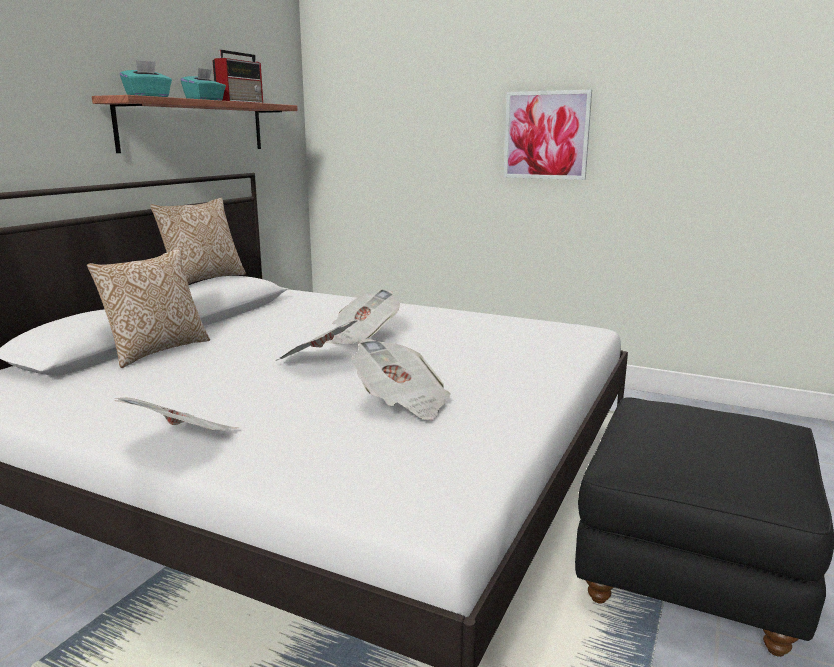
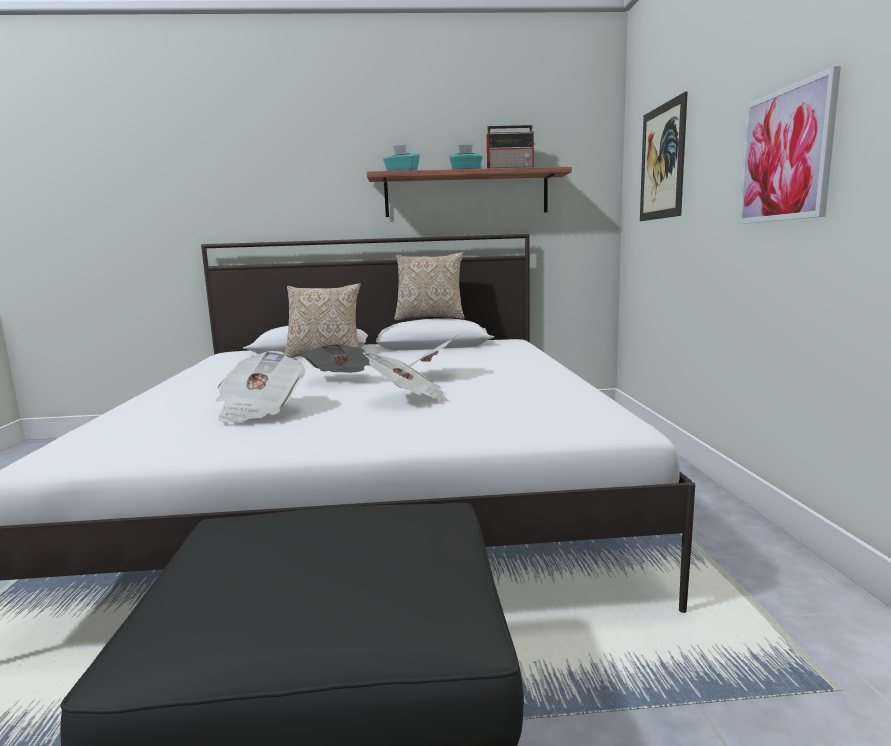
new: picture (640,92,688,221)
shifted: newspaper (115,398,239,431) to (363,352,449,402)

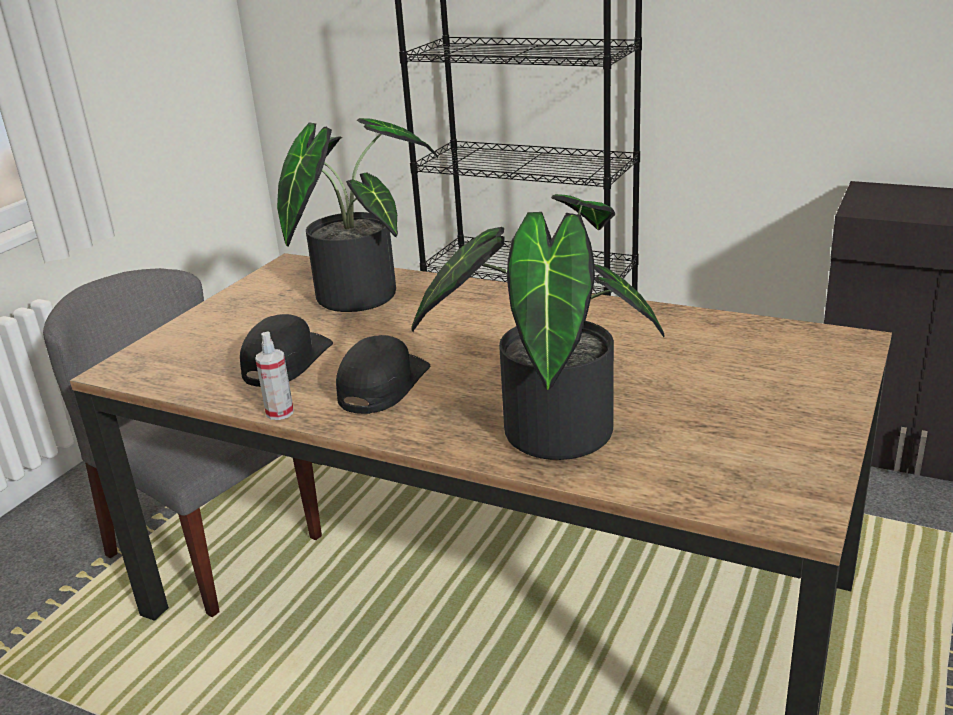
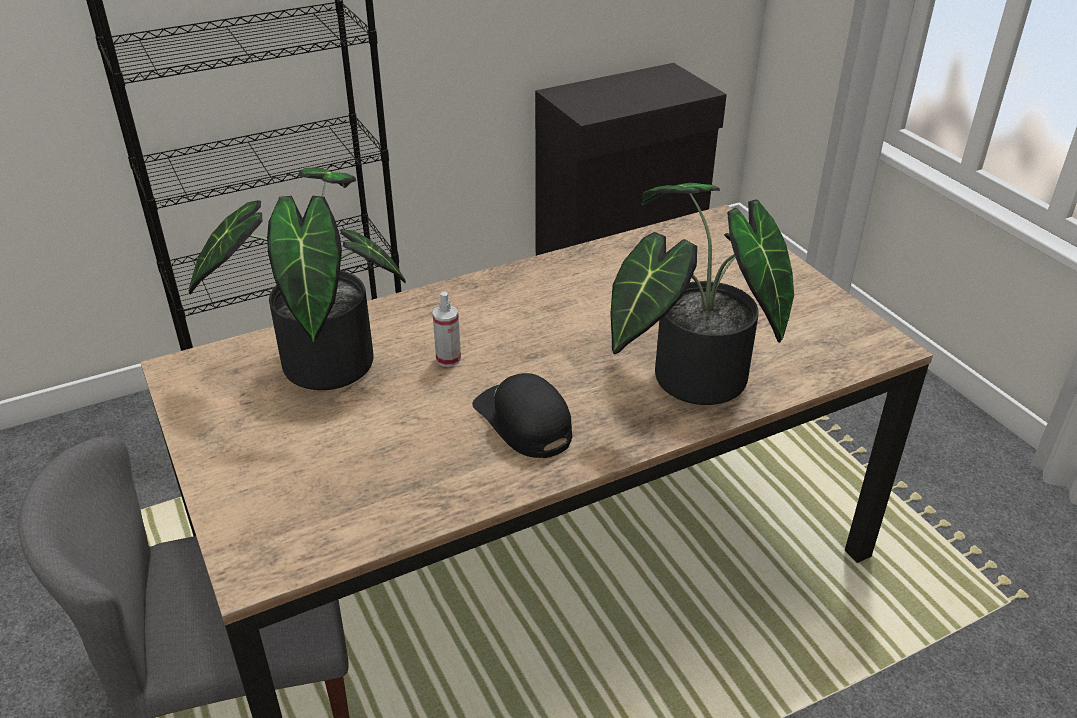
gone: black cap (240,314,333,387)
shifted: spray bottle (255,332,294,420) to (433,292,461,367)

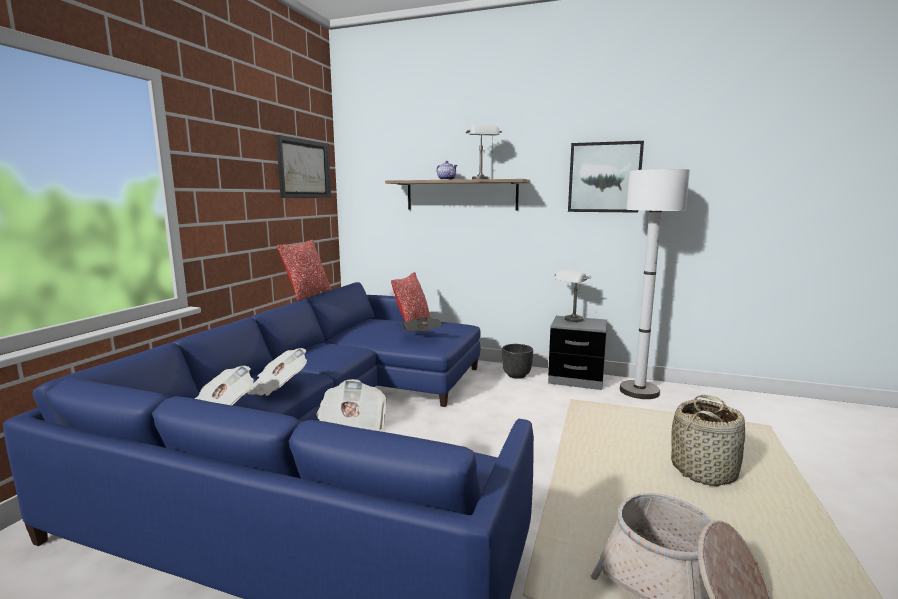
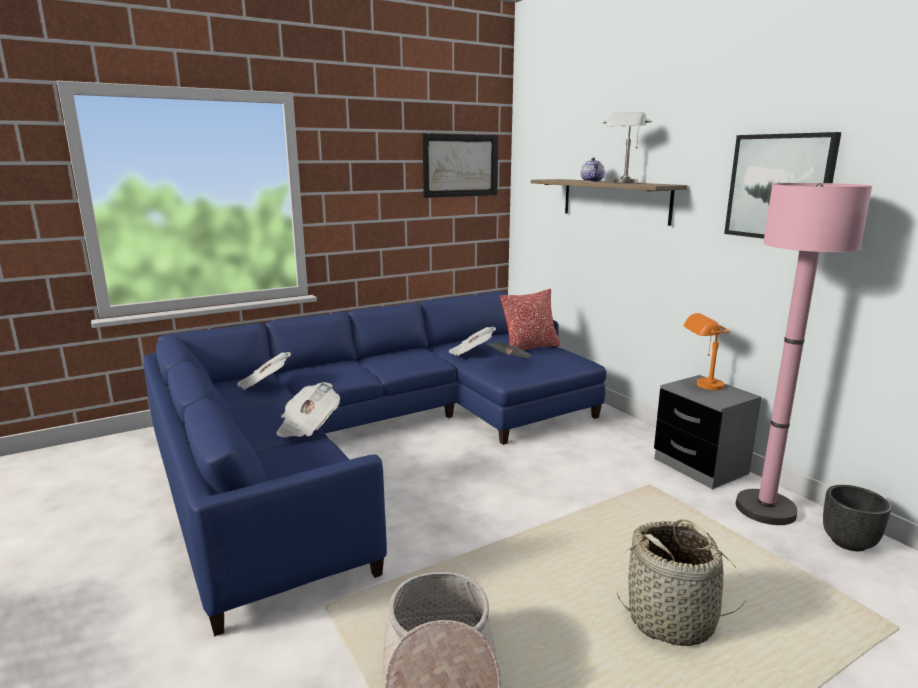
gone: pillow (277,240,331,301)
shifted: black planter (502,344,533,379) to (823,485,891,551); newspaper (247,348,307,396) to (448,327,496,356)
repainted: white floor lamp (620,169,690,399) to pink floor lamp (736,183,872,525); grey table lamp (555,269,592,322) to orange table lamp (684,313,730,390)

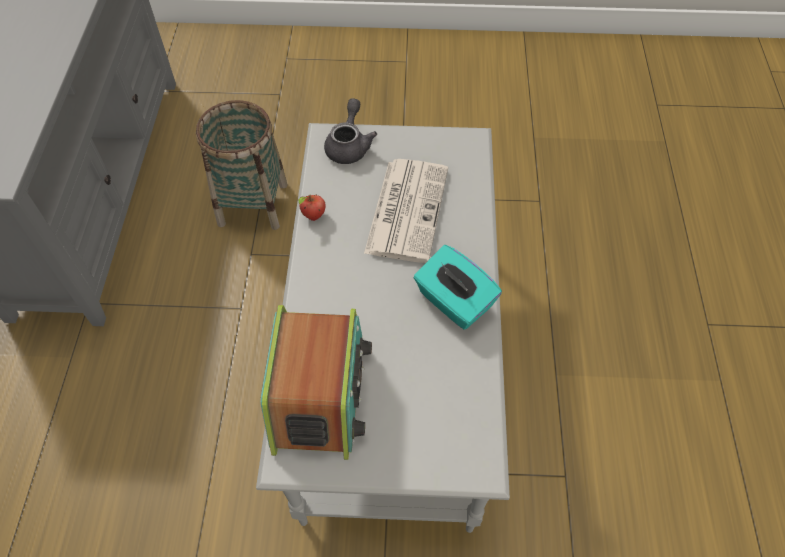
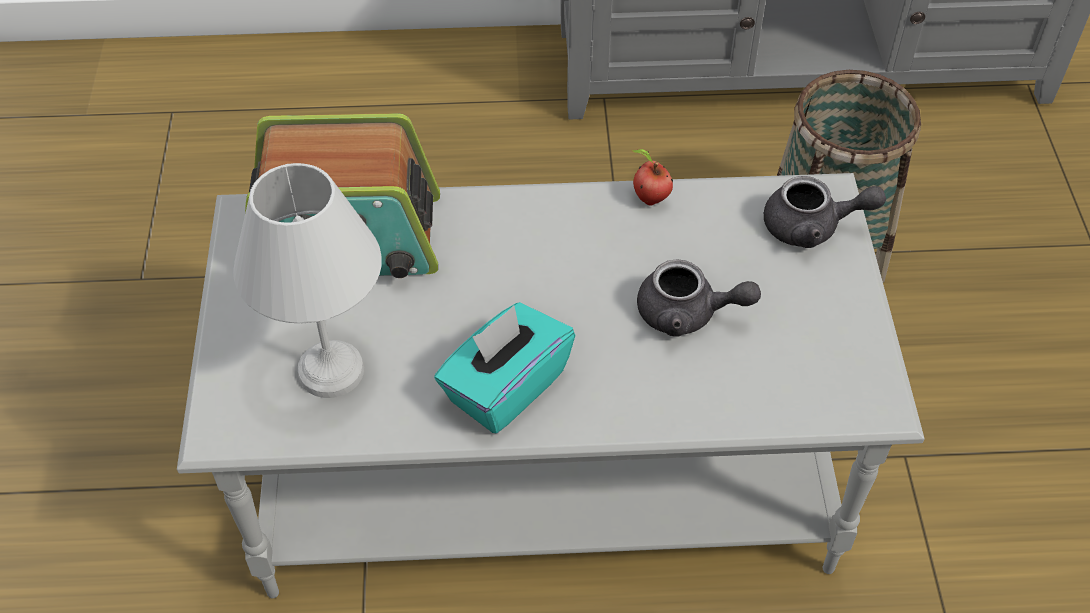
new: white table lamp (233,163,382,398)
swapped: newspaper (364,159,448,263) to grey teapot (637,260,761,337)

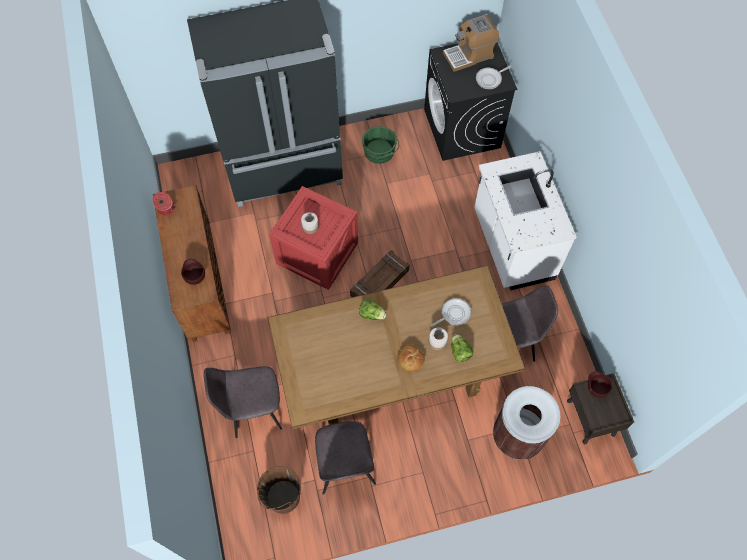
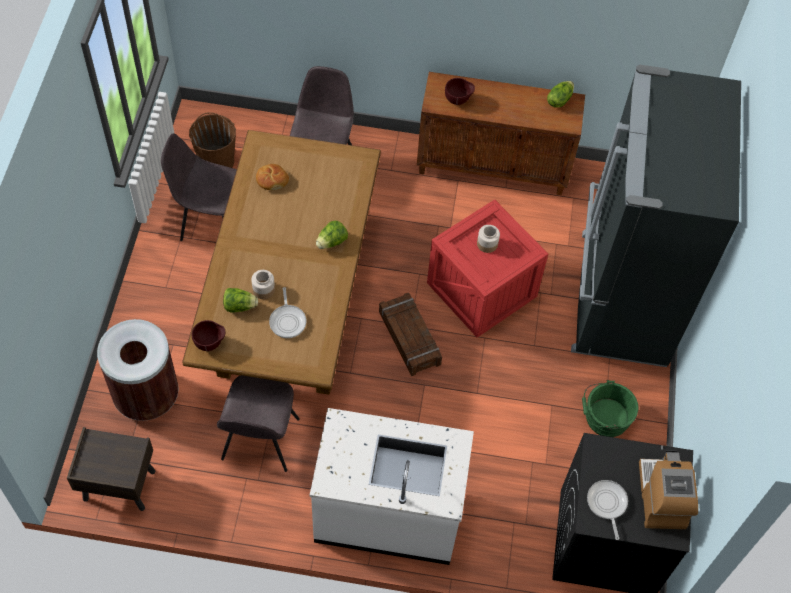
shifted: bread (397,344,425,372) to (256,164,289,190); brown bowl (588,371,612,398) to (192,320,225,351)
swapped: cooking pot (152,192,176,215) to lettuce (547,81,574,108)

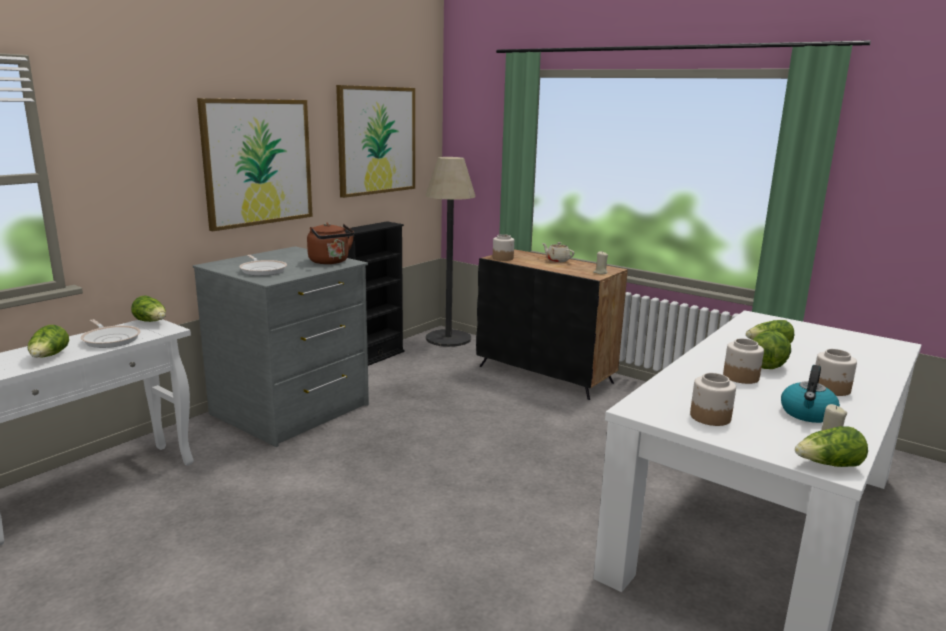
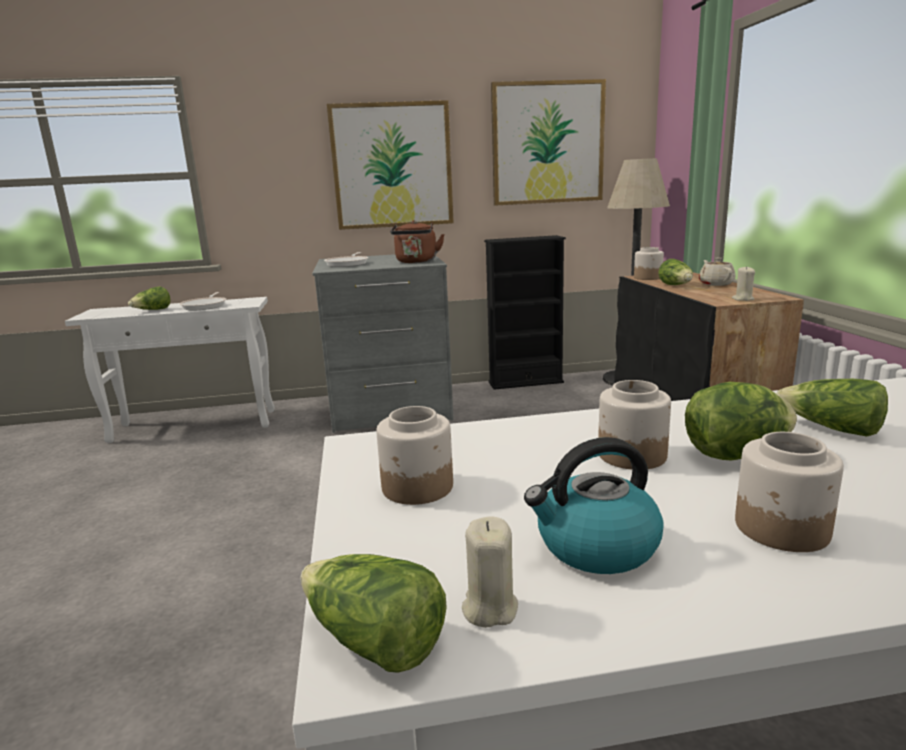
shifted: lettuce (131,295,166,322) to (658,259,693,285)

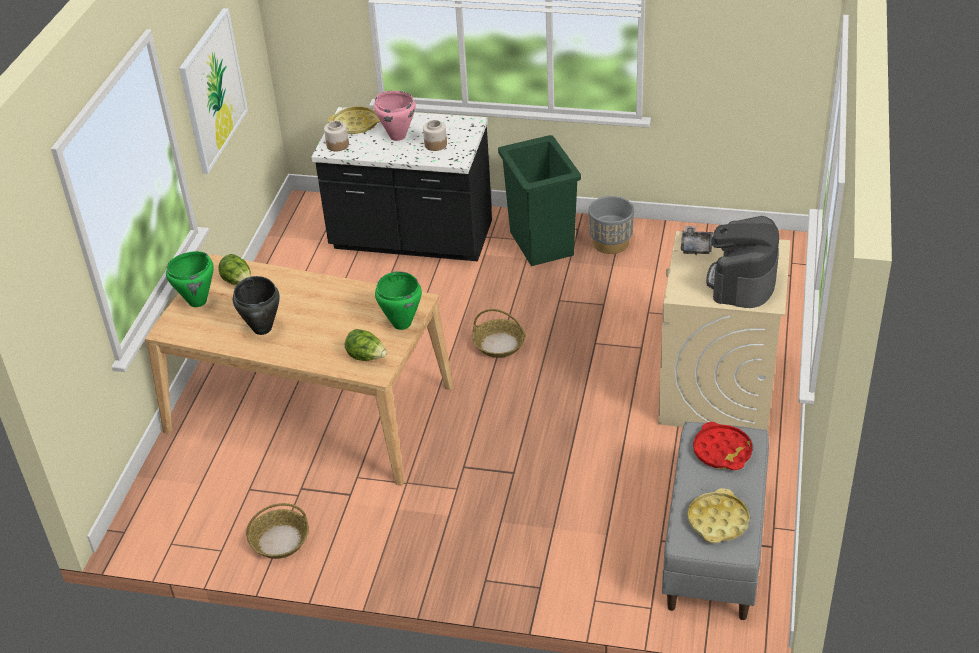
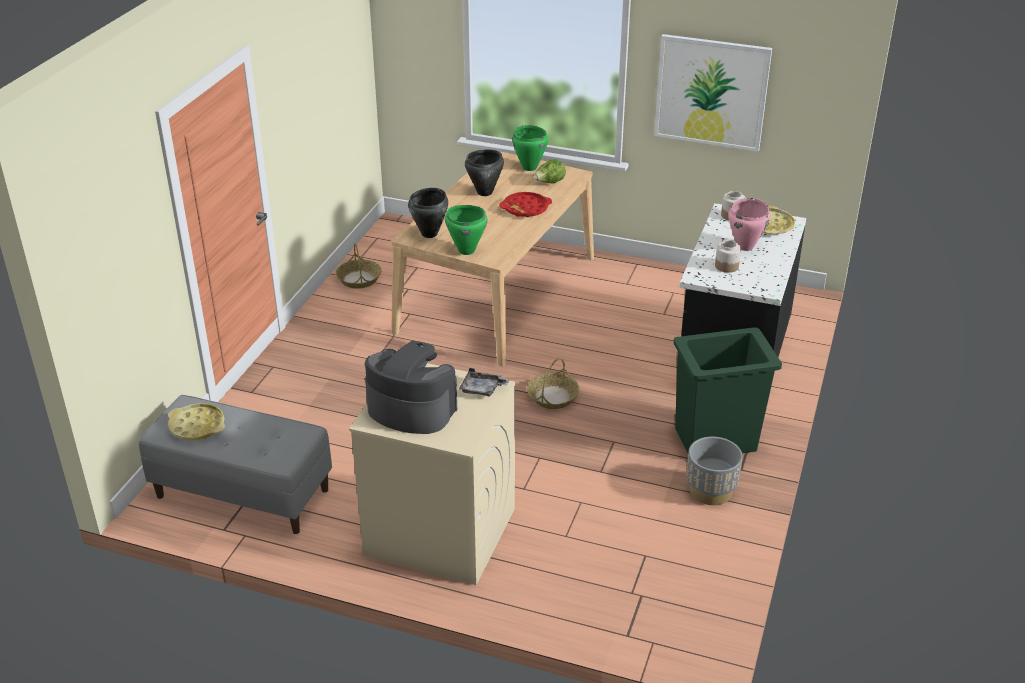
shifted: red tray (693,422,753,470) to (499,192,552,217)
swapped: lettuce (345,329,387,361) to black cooking pot (408,188,448,238)

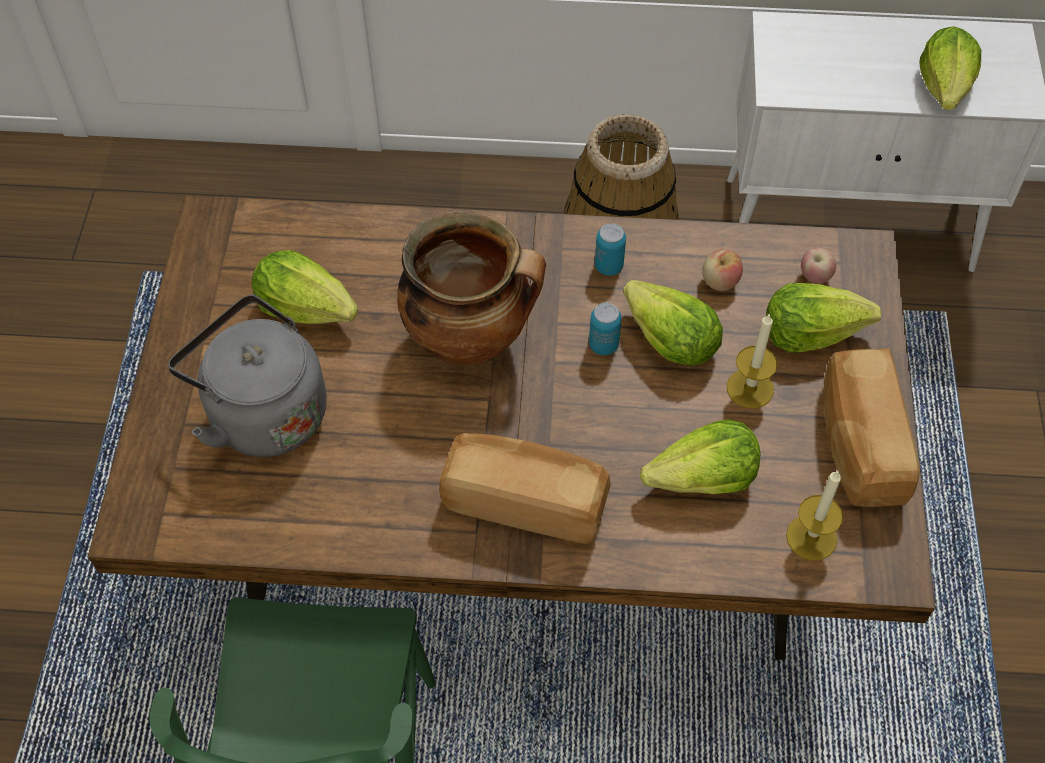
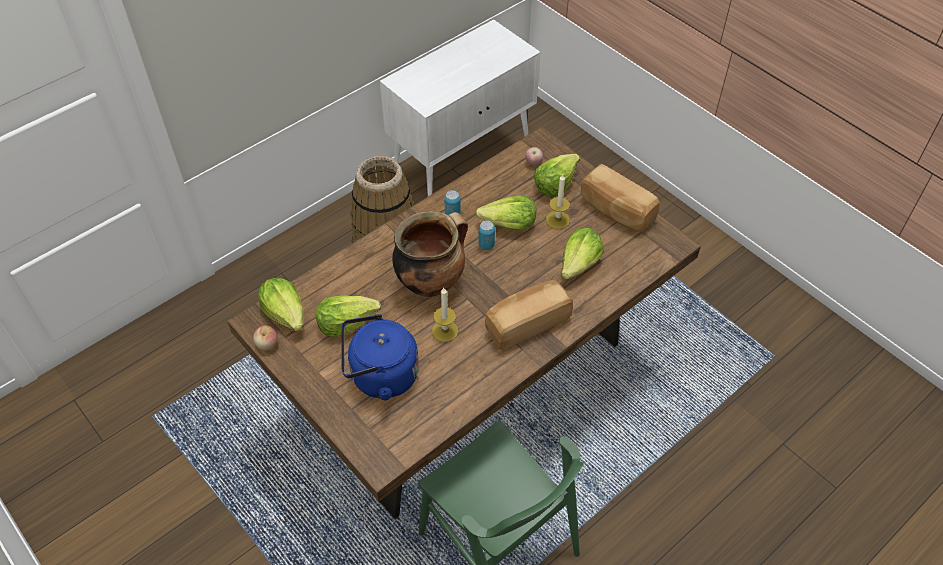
shifted: lettuce (919,26,981,110) to (258,278,303,331); apple (702,249,743,291) to (253,325,278,351); candle (786,471,843,561) to (432,287,458,342)
repainted: grey kettle (168,294,327,457) to blue kettle (341,314,419,401)

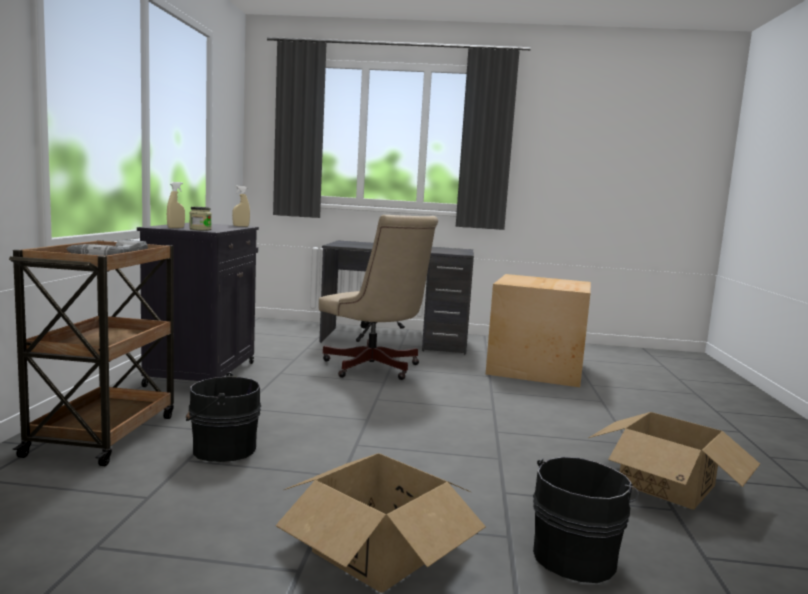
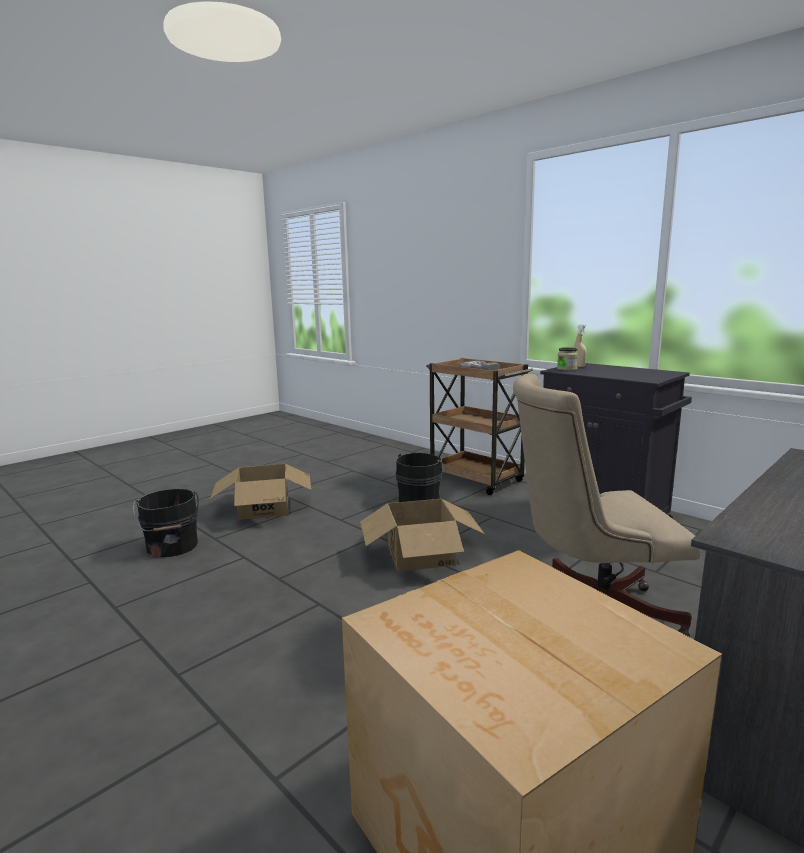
gone: beige spray bottle (232,185,250,227)
shifted: cardboard box (589,412,760,510) to (360,499,485,571)

